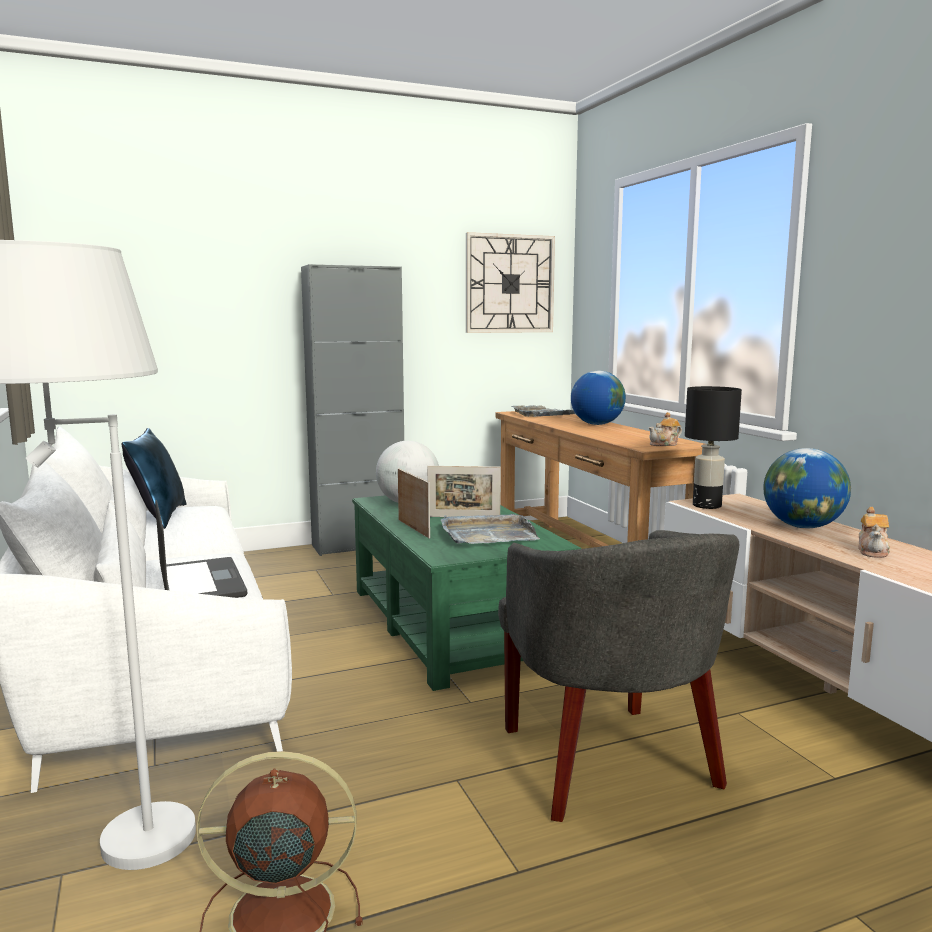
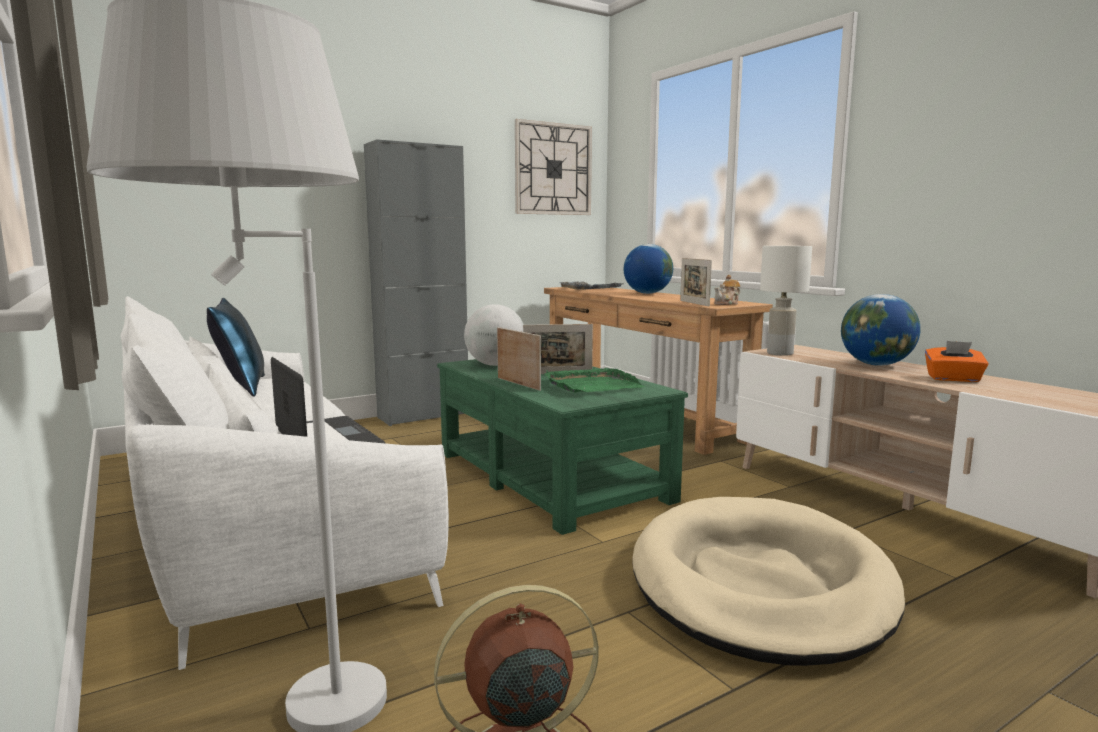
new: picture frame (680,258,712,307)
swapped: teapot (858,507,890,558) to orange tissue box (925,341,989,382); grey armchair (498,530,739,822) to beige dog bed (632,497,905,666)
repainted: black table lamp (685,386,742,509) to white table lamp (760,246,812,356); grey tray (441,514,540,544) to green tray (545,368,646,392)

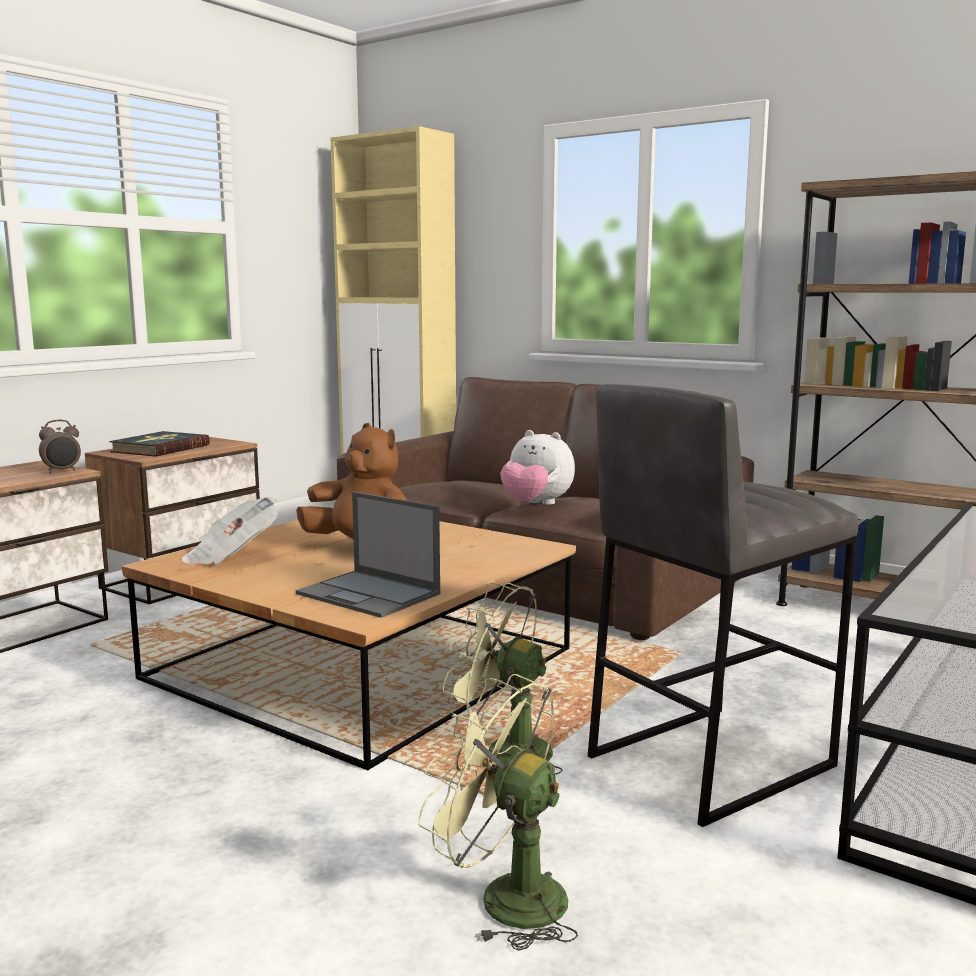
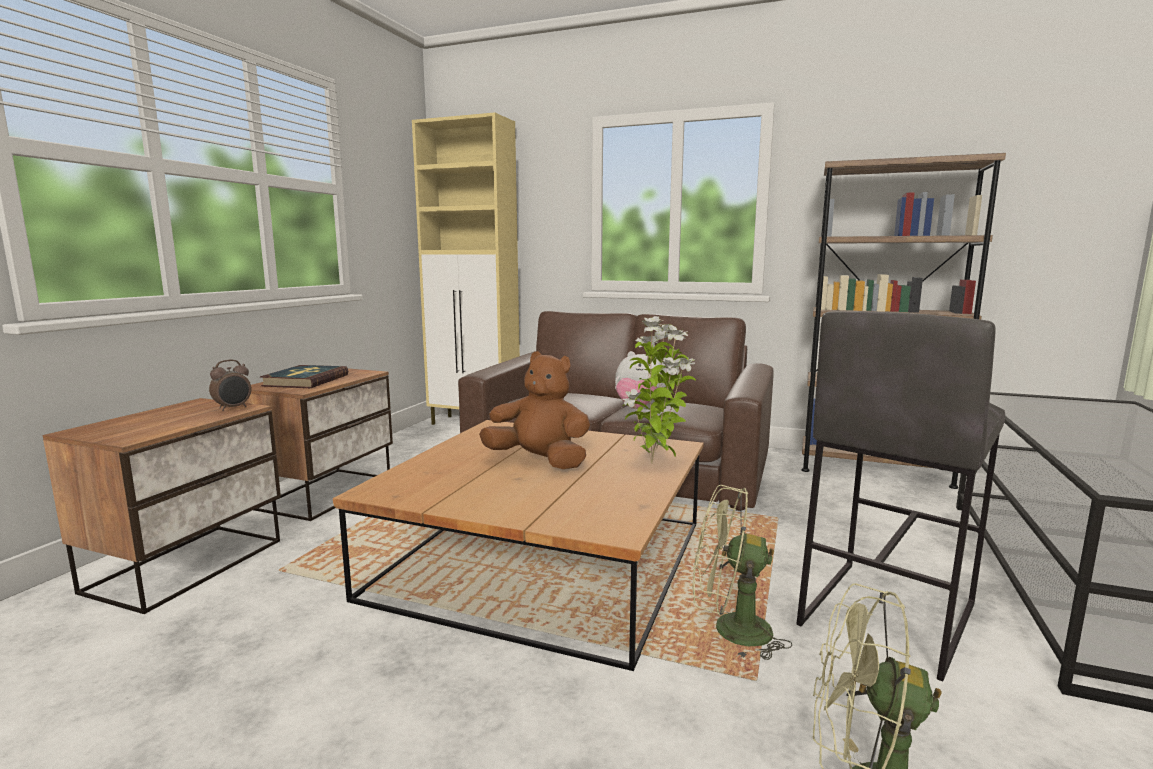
gone: laptop (296,492,440,618); newspaper (182,497,278,564)
new: potted plant (622,316,696,464)

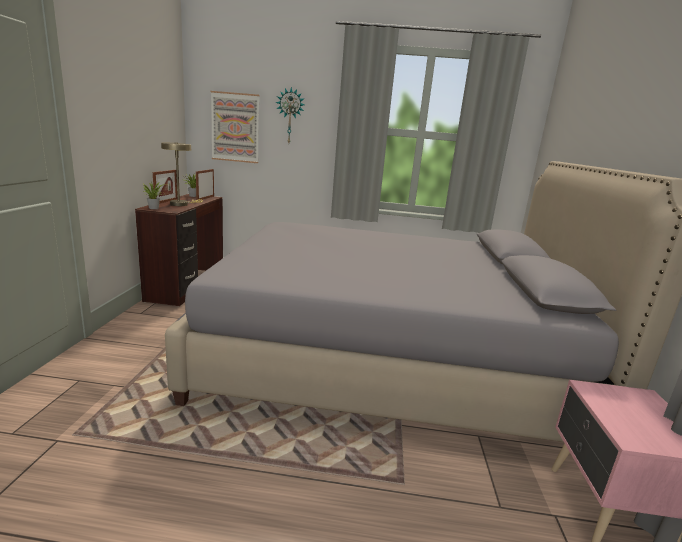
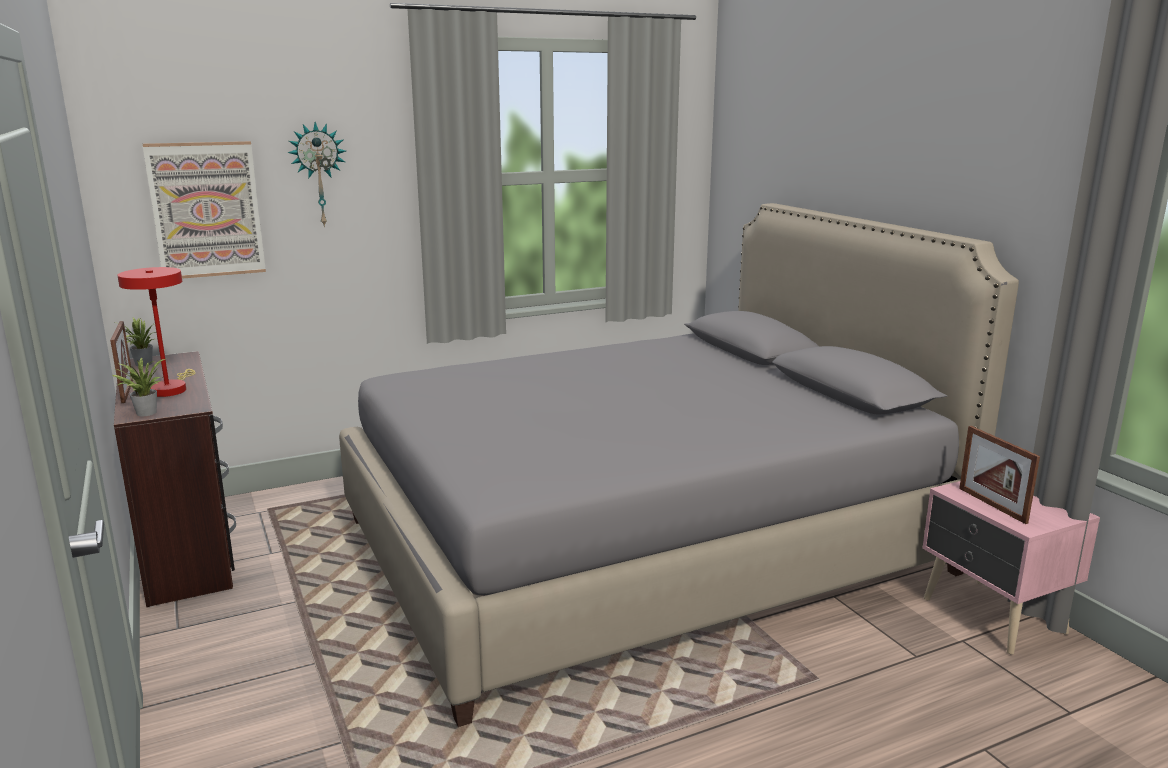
shifted: picture frame (196,169,214,200) to (959,426,1040,524)
repainted: beige table lamp (161,142,203,206) to red table lamp (117,267,196,397)

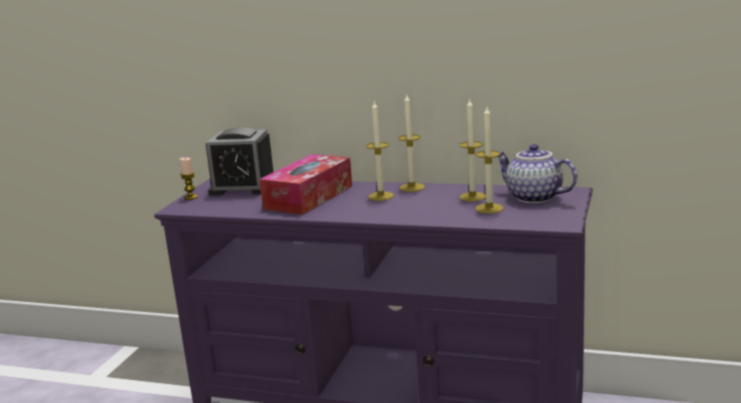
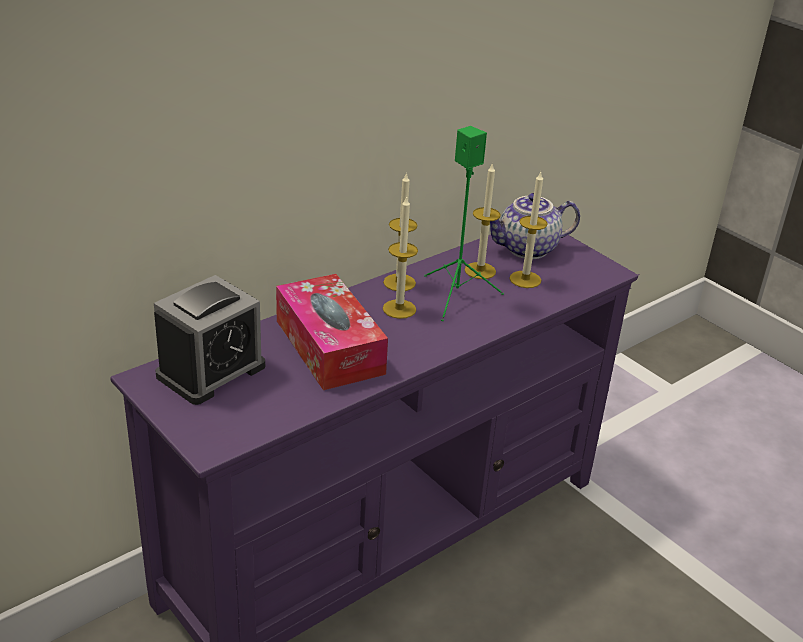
gone: candle (180,157,198,200)
new: green speaker (424,126,504,321)

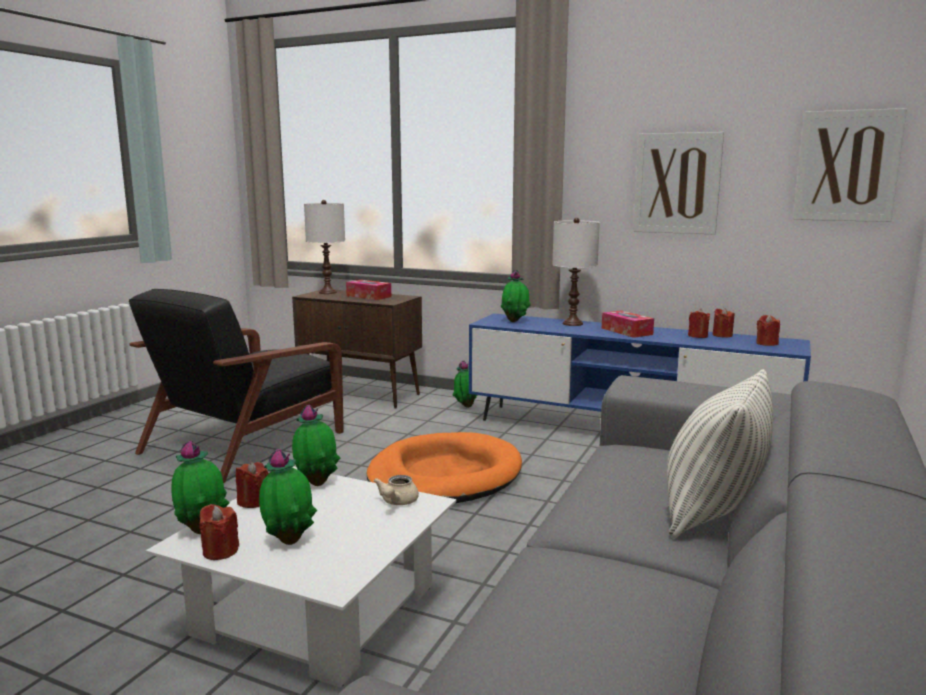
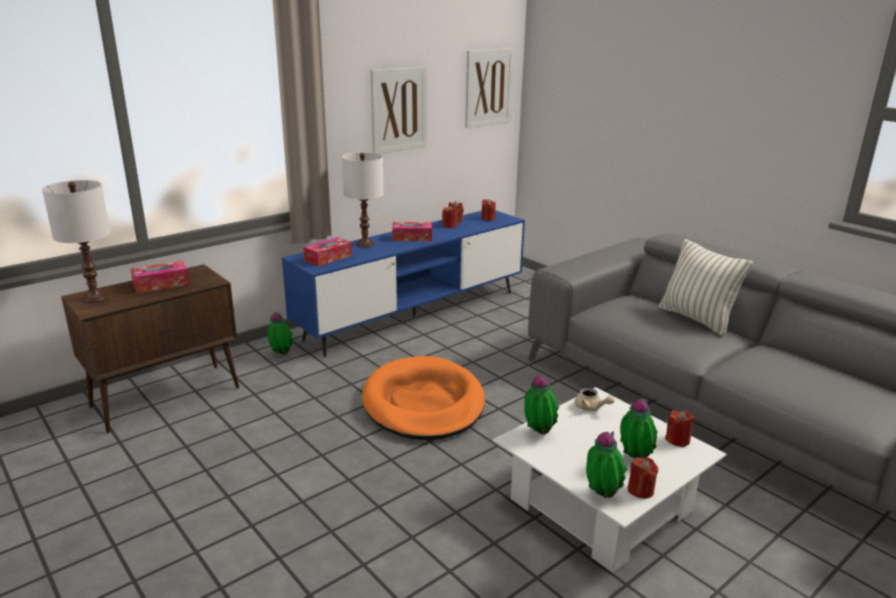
gone: black armchair (129,289,344,483)
shifted: red candle (236,462,269,508) to (665,410,694,447)
swapped: potted plant (501,270,531,322) to tissue box (303,237,352,266)

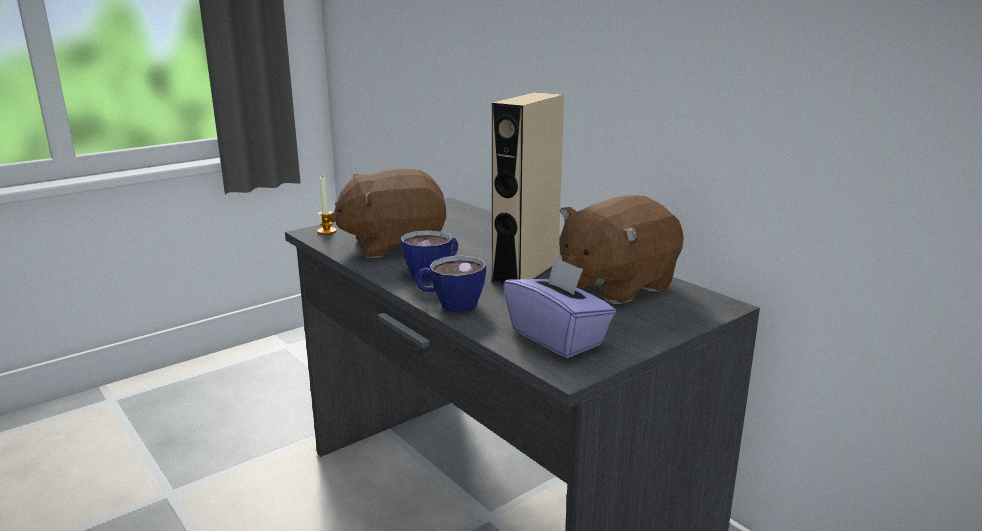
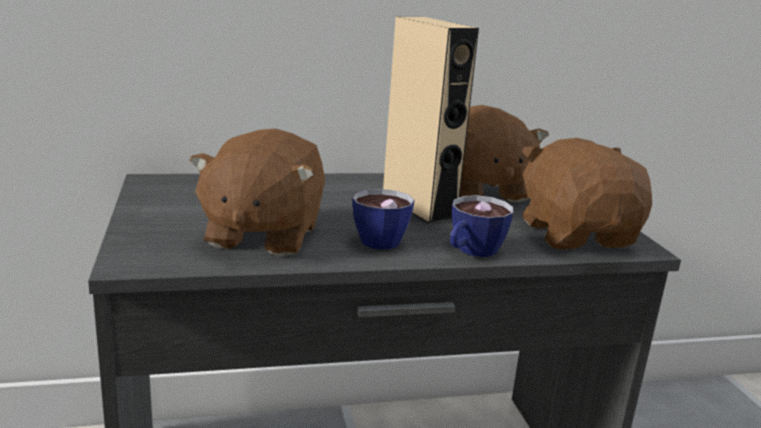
gone: candle (317,176,337,235)
swapped: purple tissue box (504,257,616,358) to brown plush toy (522,138,652,249)

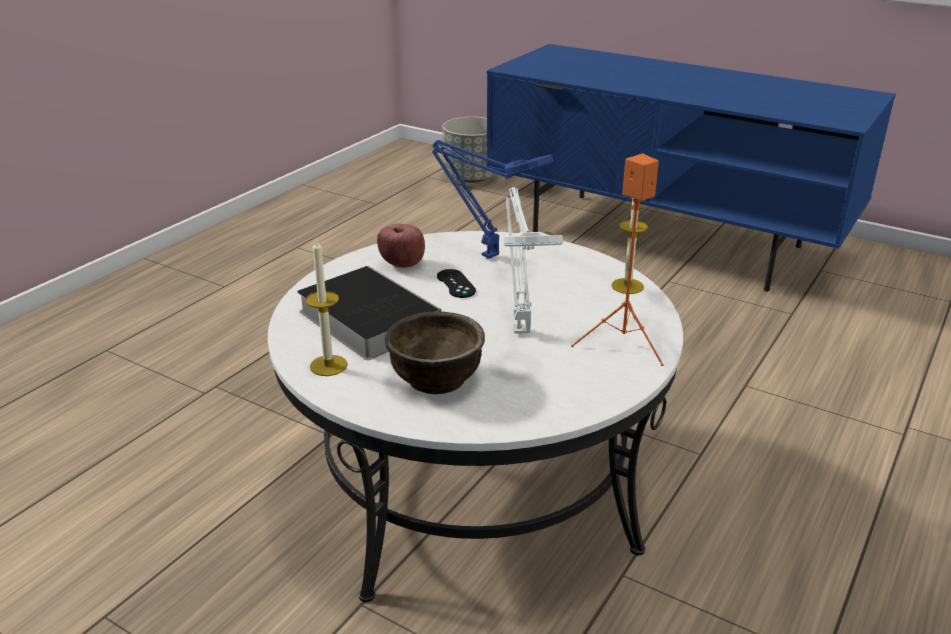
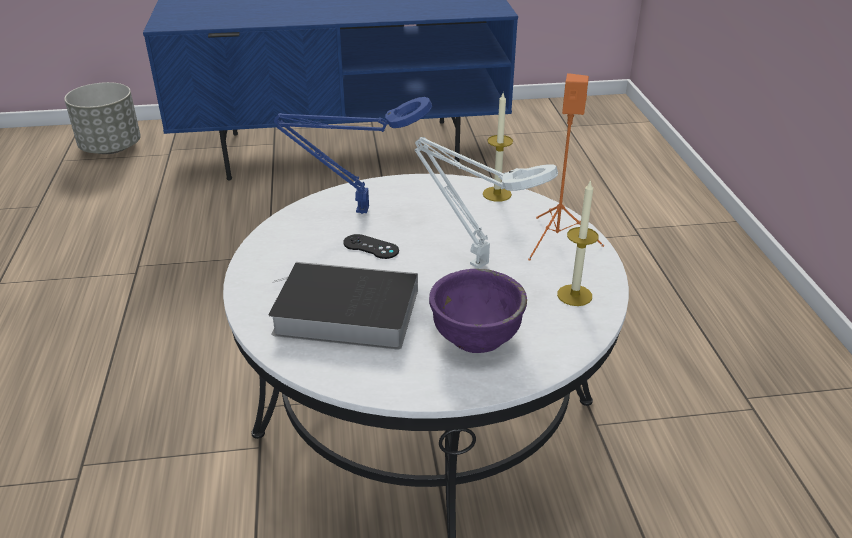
gone: apple (377,223,425,268)
shifted: candle (305,239,348,376) to (557,179,599,306)
repainted: brown bowl (385,311,485,394) to purple bowl (429,269,527,353)

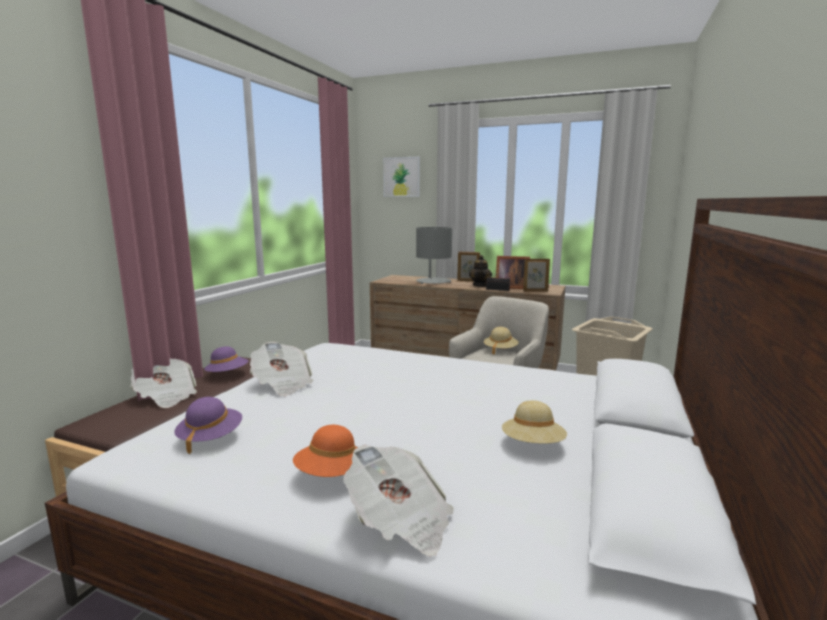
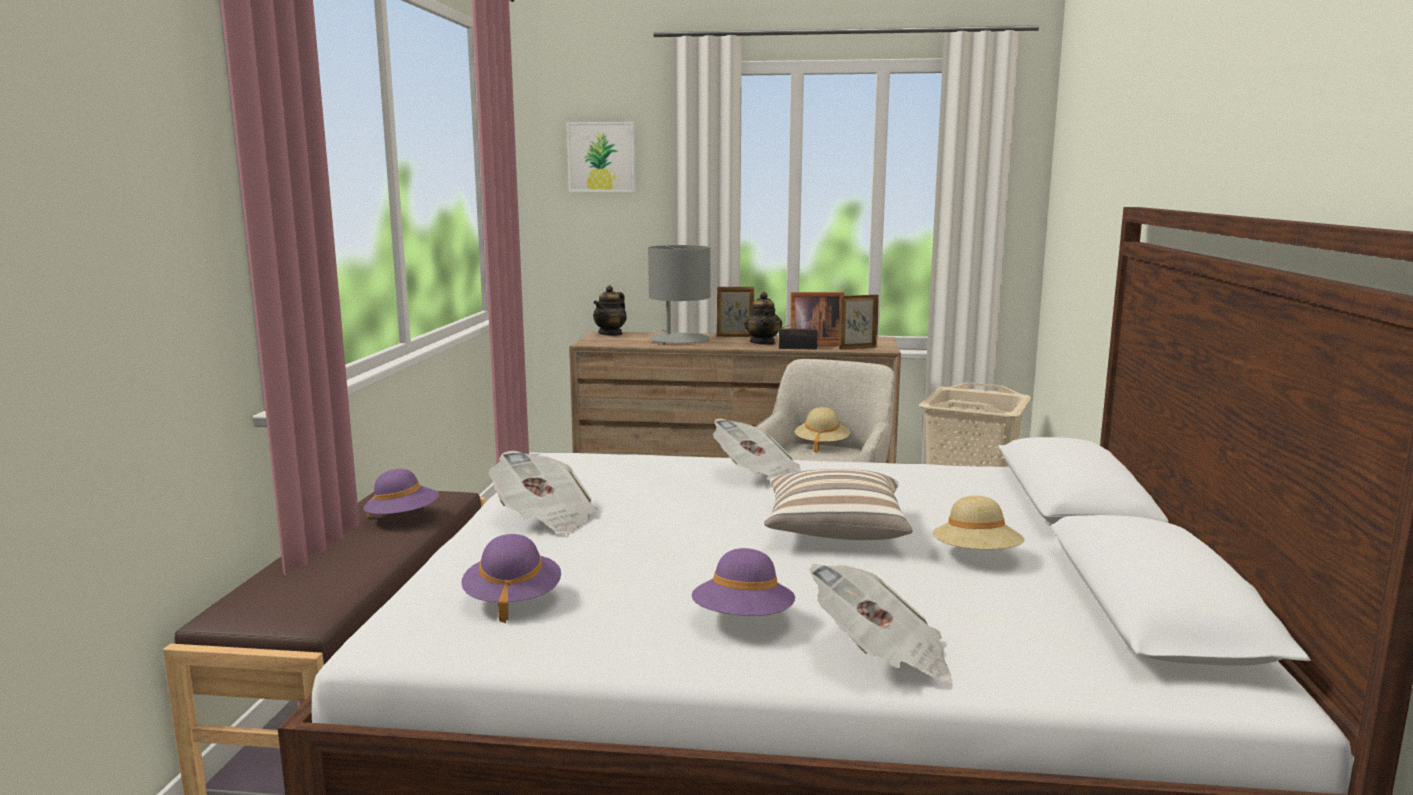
new: teapot (593,285,627,336); pillow (764,469,913,540)
shifted: newspaper (131,359,197,408) to (713,419,800,478)
repainted: orange hat (293,425,358,477) to purple hat (692,548,795,616)

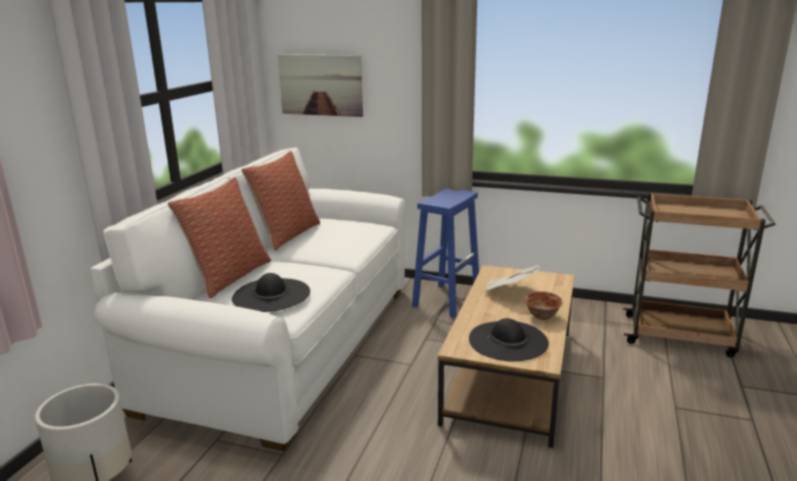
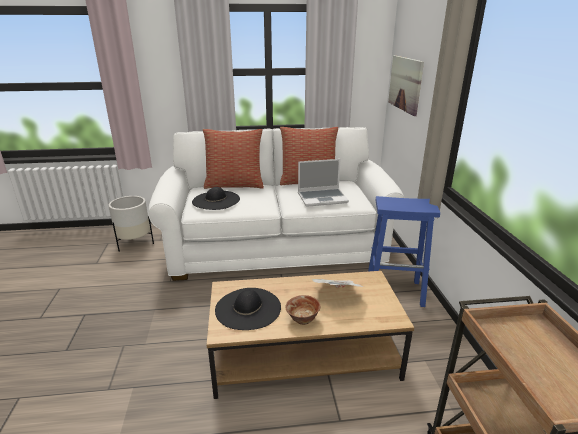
new: laptop (298,159,349,207)

